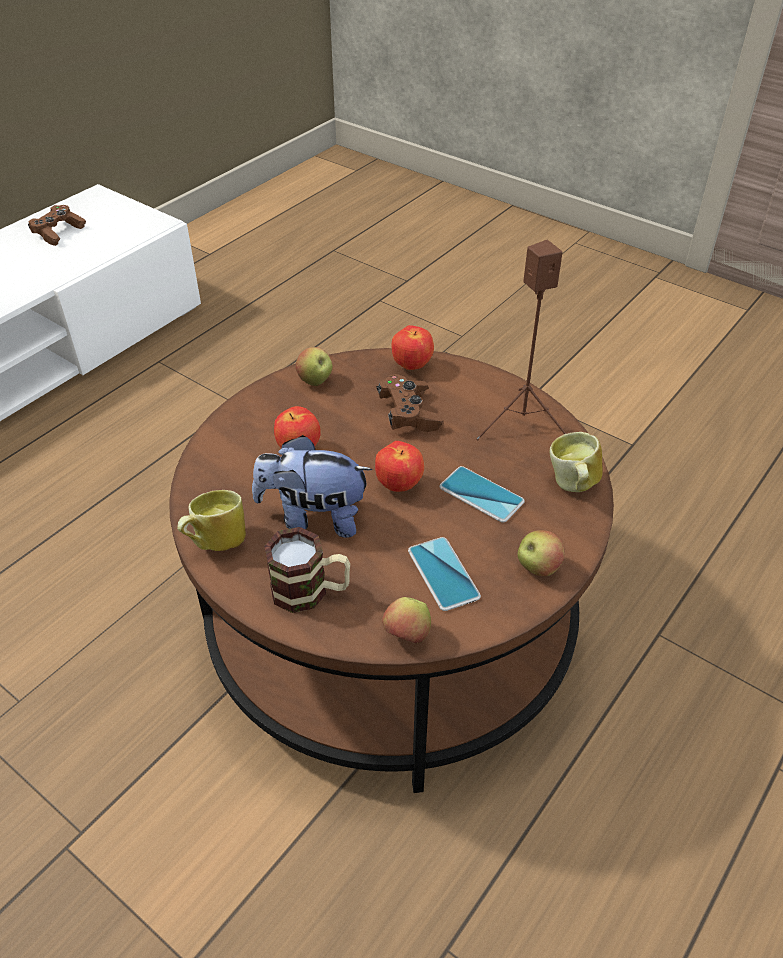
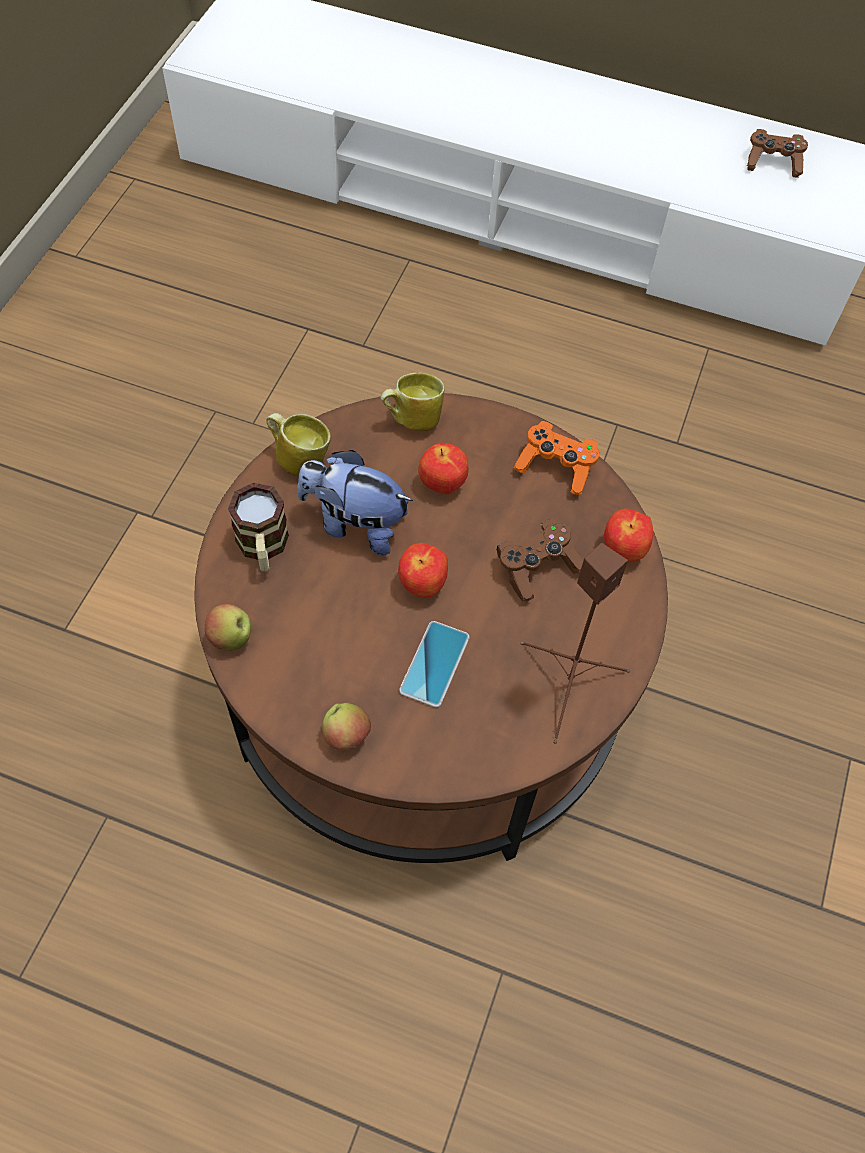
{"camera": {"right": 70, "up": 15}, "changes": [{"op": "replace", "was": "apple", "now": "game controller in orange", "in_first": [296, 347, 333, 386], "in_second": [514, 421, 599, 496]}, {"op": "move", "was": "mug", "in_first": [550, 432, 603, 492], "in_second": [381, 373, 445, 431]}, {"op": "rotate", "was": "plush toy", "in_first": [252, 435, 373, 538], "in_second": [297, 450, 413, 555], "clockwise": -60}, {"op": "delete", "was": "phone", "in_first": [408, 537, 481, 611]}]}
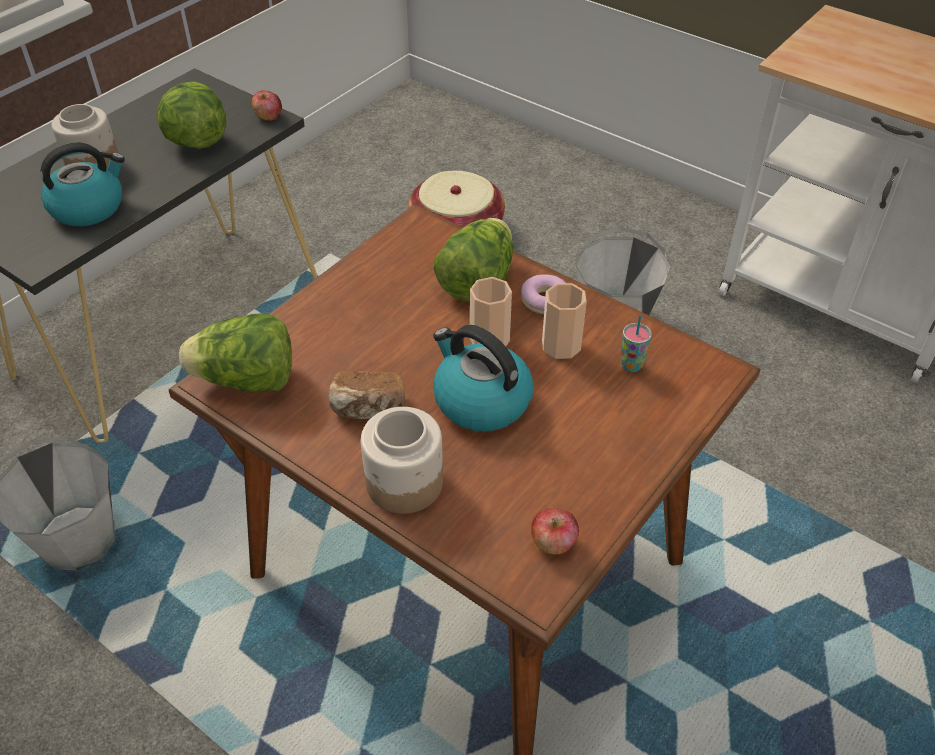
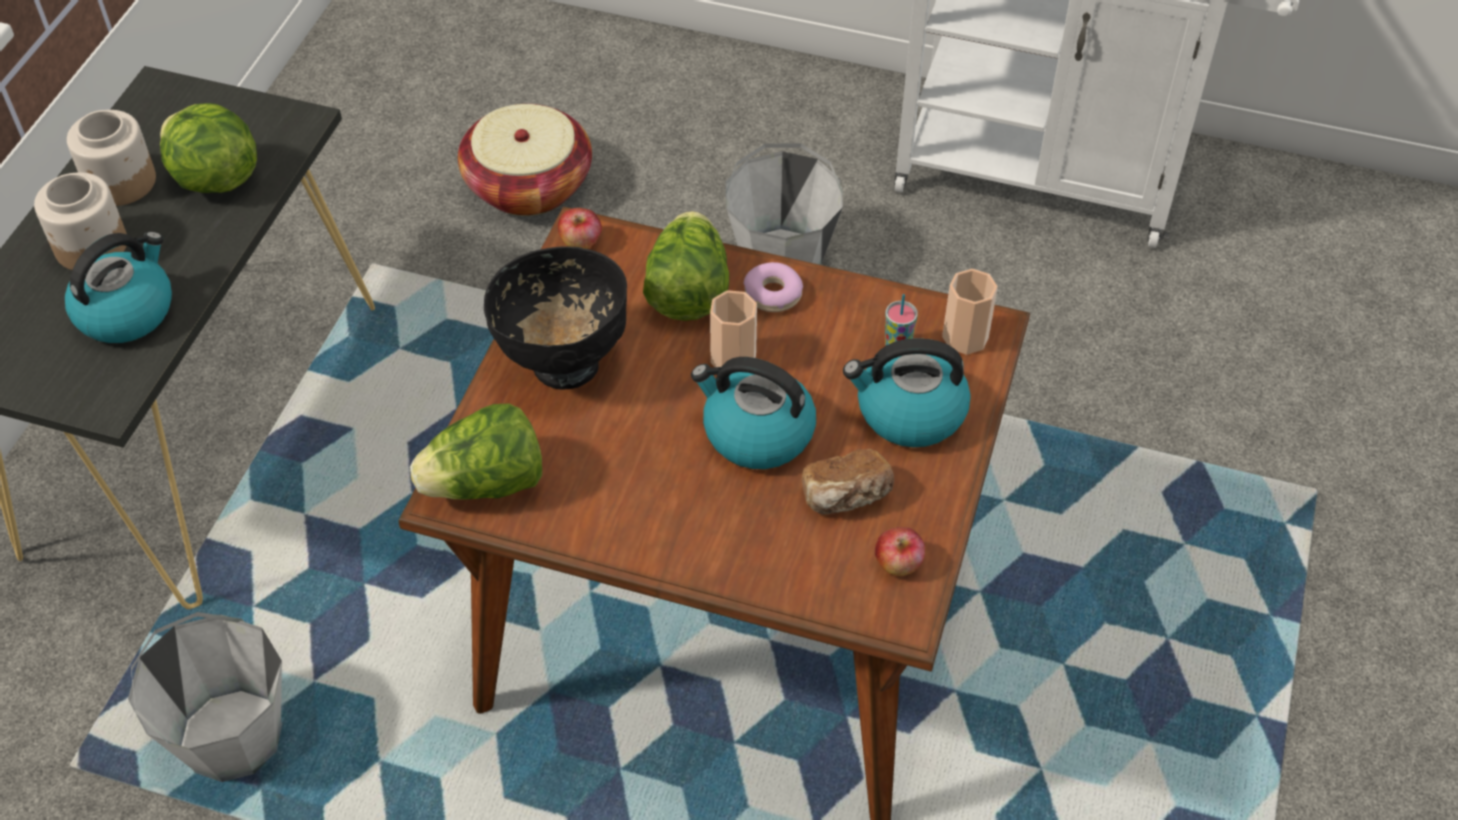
{"camera": {"right": -20, "up": 5}, "changes": [{"op": "move", "was": "apple", "in_first": [252, 90, 282, 121], "in_second": [558, 208, 602, 249]}, {"op": "move", "was": "cup", "in_first": [542, 283, 587, 359], "in_second": [942, 269, 998, 355]}, {"op": "move", "was": "bread", "in_first": [328, 371, 406, 419], "in_second": [802, 449, 894, 514]}, {"op": "move", "was": "jar", "in_first": [361, 407, 443, 514], "in_second": [67, 110, 156, 206]}, {"op": "insert", "now": "bowl in black", "in_second": [484, 246, 627, 389]}, {"op": "insert", "now": "kettle", "in_second": [843, 338, 971, 447]}]}
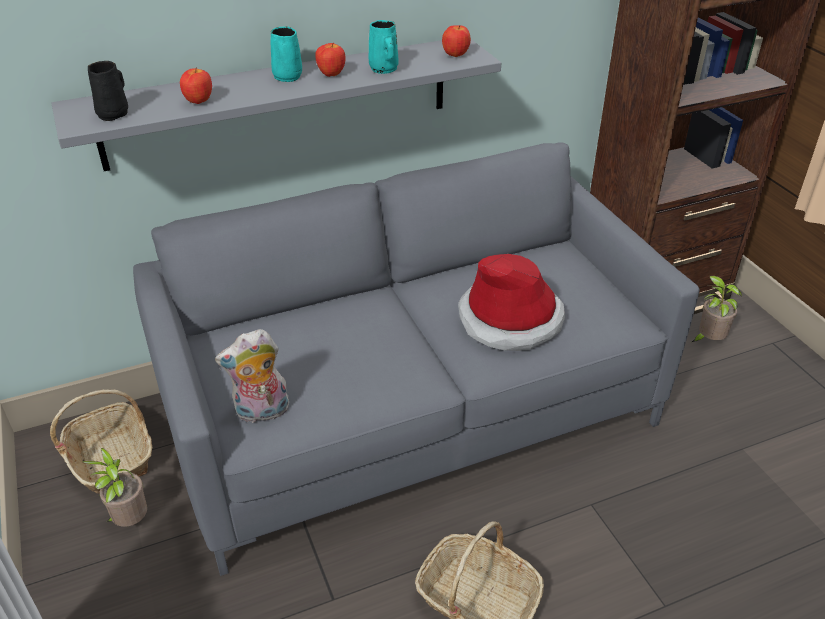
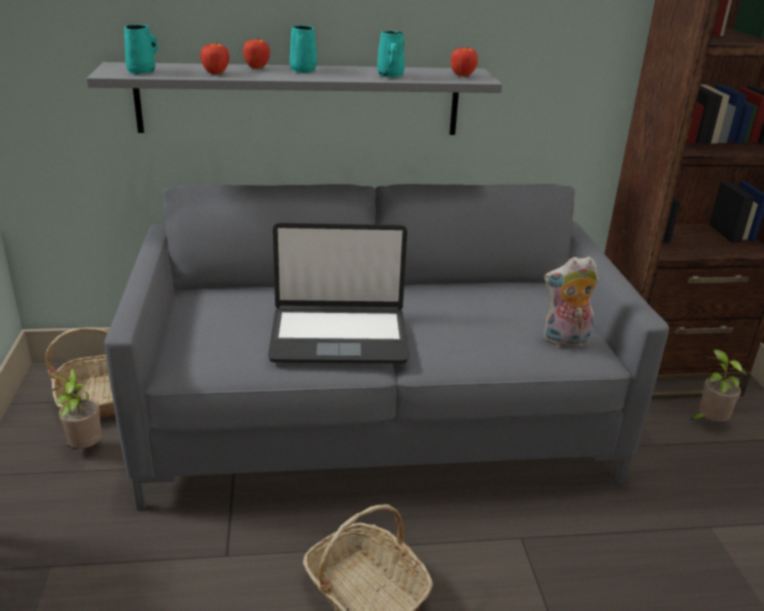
{"camera": {"right": 15, "up": -10}, "changes": [{"op": "move", "was": "apple", "in_first": [315, 43, 346, 77], "in_second": [243, 38, 270, 69]}, {"op": "recolor", "was": "mug in black", "now": "mug in turquoise", "in_first": [88, 61, 128, 121], "in_second": [124, 24, 158, 74]}, {"op": "delete", "was": "hat", "in_first": [458, 254, 565, 351]}, {"op": "move", "was": "plush toy", "in_first": [215, 329, 290, 423], "in_second": [543, 256, 599, 348]}, {"op": "insert", "now": "laptop", "in_second": [268, 223, 409, 364]}]}
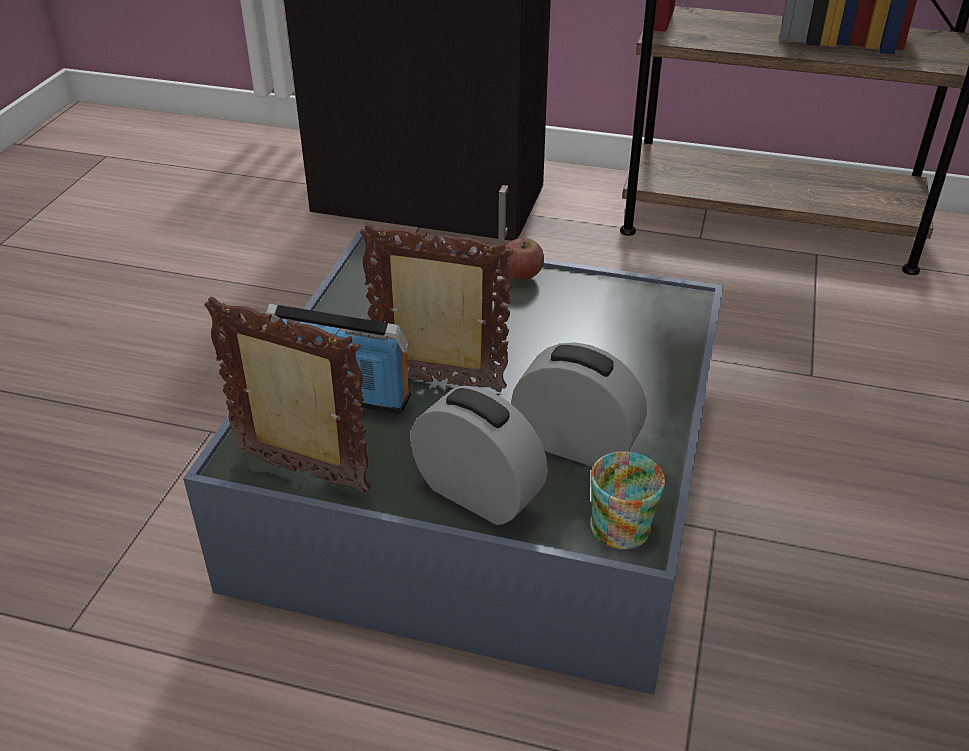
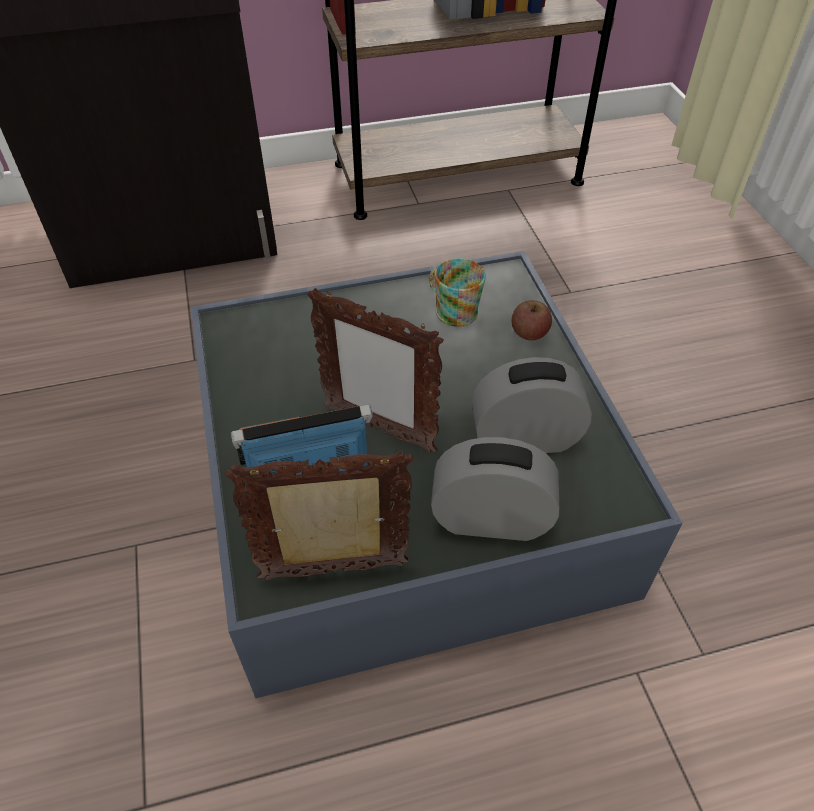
{"camera": {"right": -30, "up": 10}, "changes": [{"op": "rotate", "was": "picture frame", "in_first": [360, 224, 513, 392], "in_second": [307, 288, 444, 453], "clockwise": -135}, {"op": "move", "was": "apple", "in_first": [503, 238, 544, 280], "in_second": [512, 300, 552, 340]}, {"op": "move", "was": "mug", "in_first": [590, 451, 665, 549], "in_second": [429, 258, 486, 327]}]}
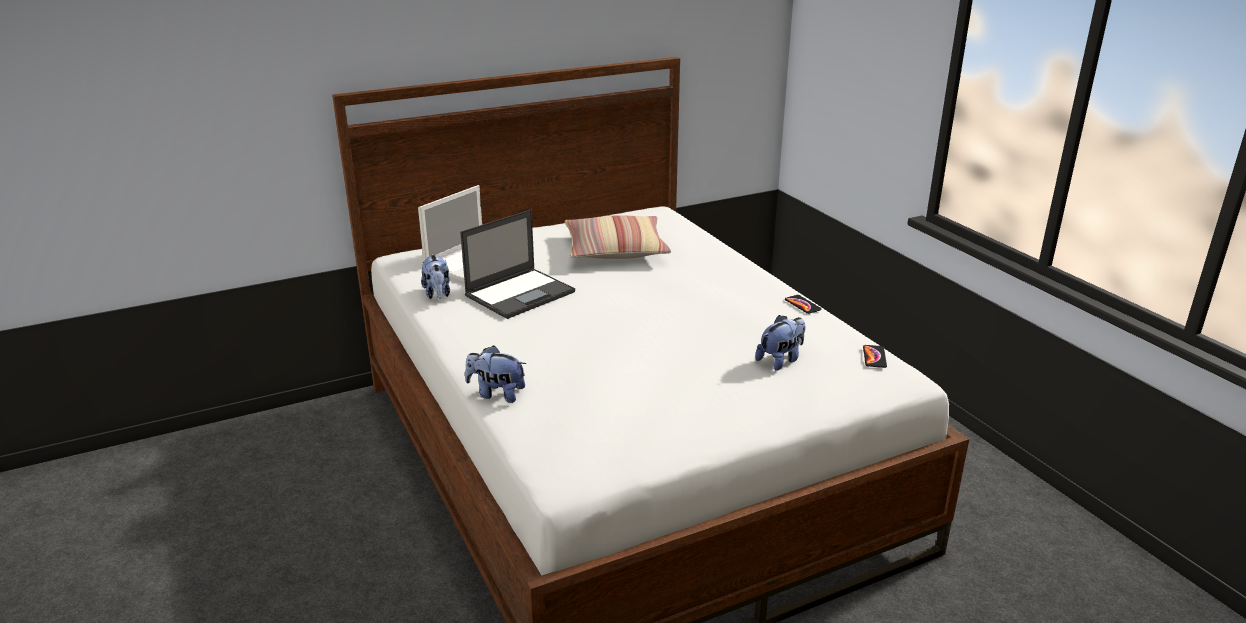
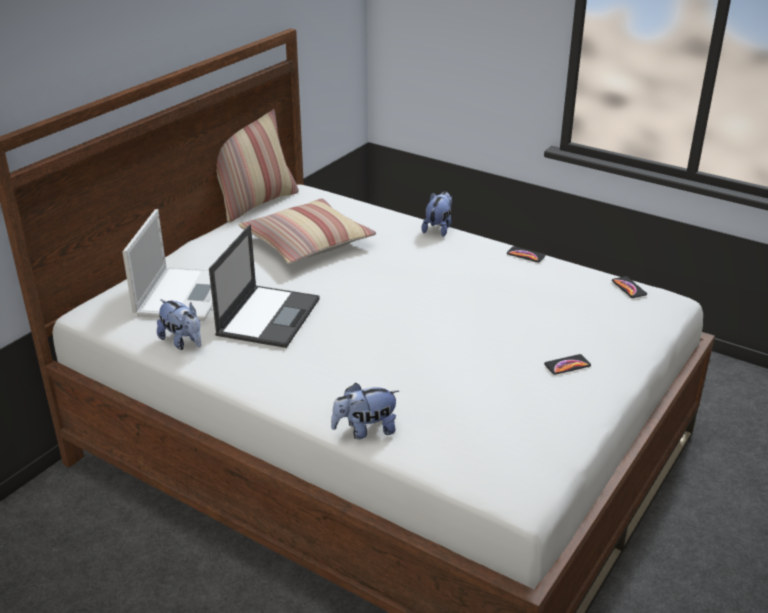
{"camera": {"right": -30, "up": 5}, "changes": [{"op": "move", "was": "plush toy", "in_first": [755, 315, 806, 371], "in_second": [422, 191, 452, 237]}, {"op": "insert", "now": "pillow", "in_second": [217, 109, 299, 223]}, {"op": "insert", "now": "phone", "in_second": [544, 354, 591, 375]}]}
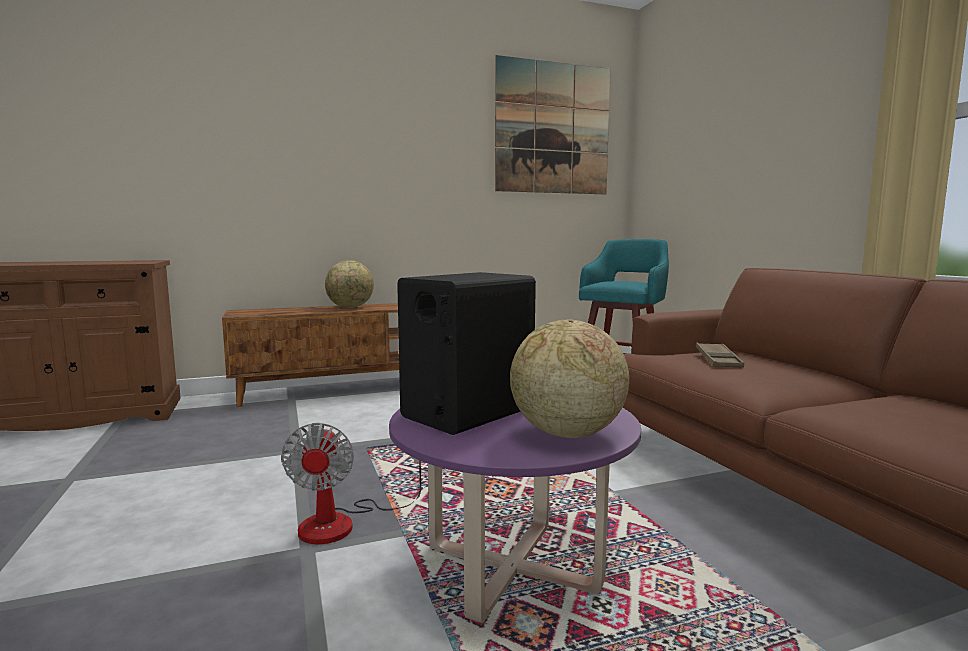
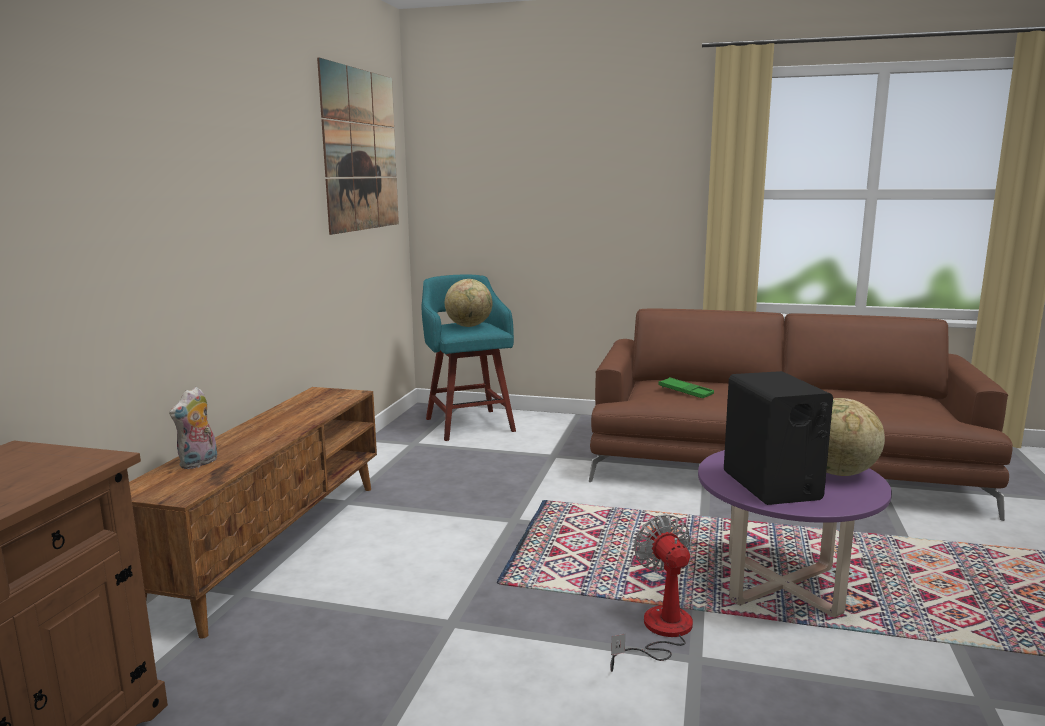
{"camera": {"right": -55, "up": 5}, "changes": [{"op": "move", "was": "globe", "in_first": [325, 260, 374, 308], "in_second": [445, 279, 493, 327]}, {"op": "recolor", "was": "tray in brown", "now": "tray in green", "in_first": [696, 343, 744, 367], "in_second": [658, 377, 714, 398]}, {"op": "rotate", "was": "fan", "in_first": [281, 423, 425, 544], "in_second": [610, 514, 693, 672], "clockwise": -135}, {"op": "insert", "now": "plush toy", "in_second": [169, 387, 217, 469]}]}
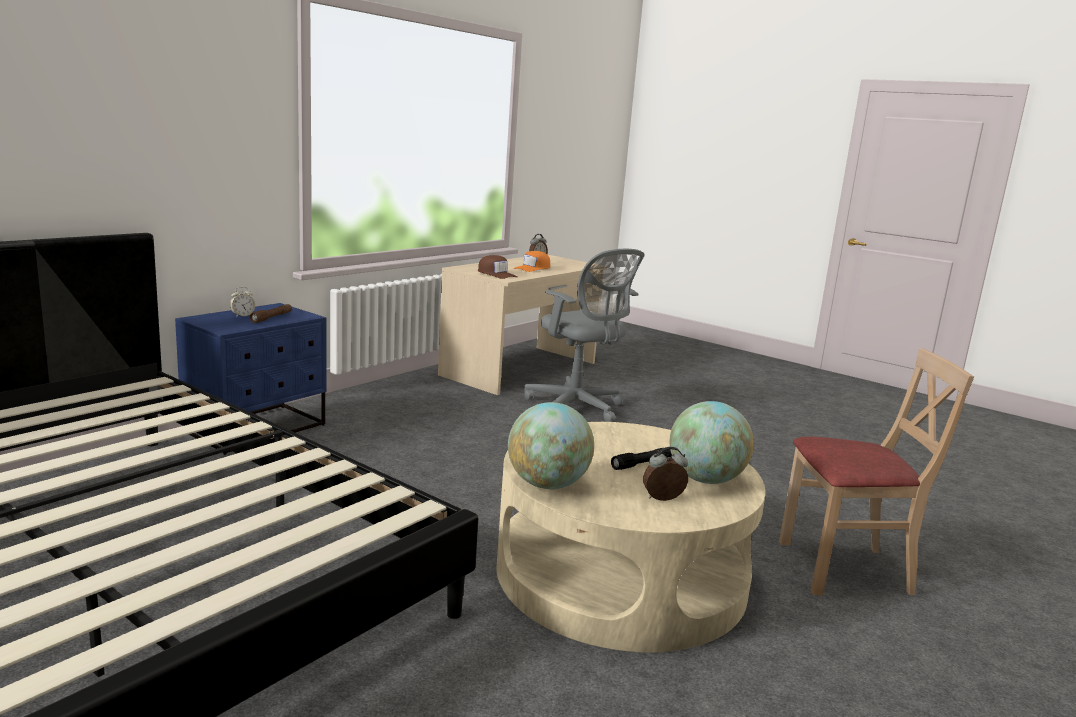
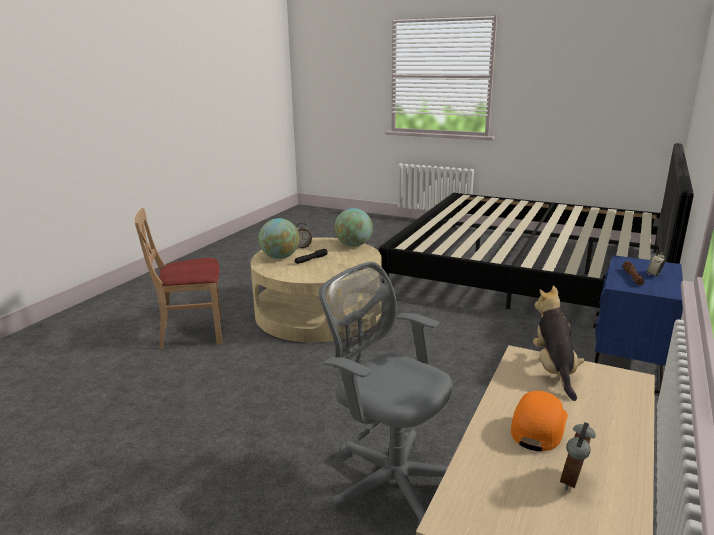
{"camera": {"right": 170, "up": 5}, "changes": [{"op": "replace", "was": "cap in brown", "now": "plush toy", "in_first": [478, 255, 517, 279], "in_second": [533, 286, 585, 401]}]}
